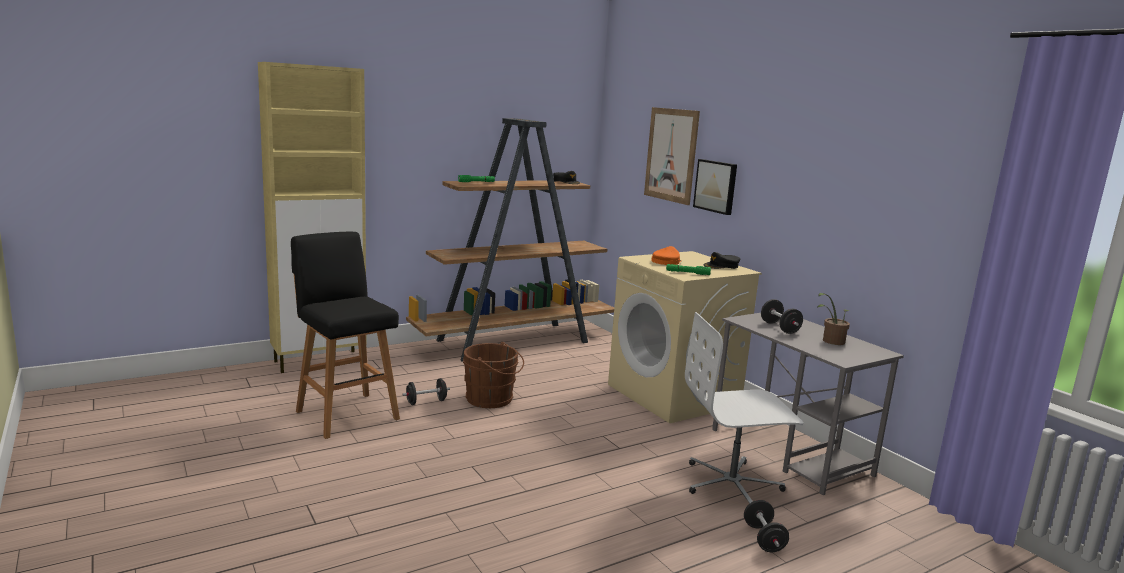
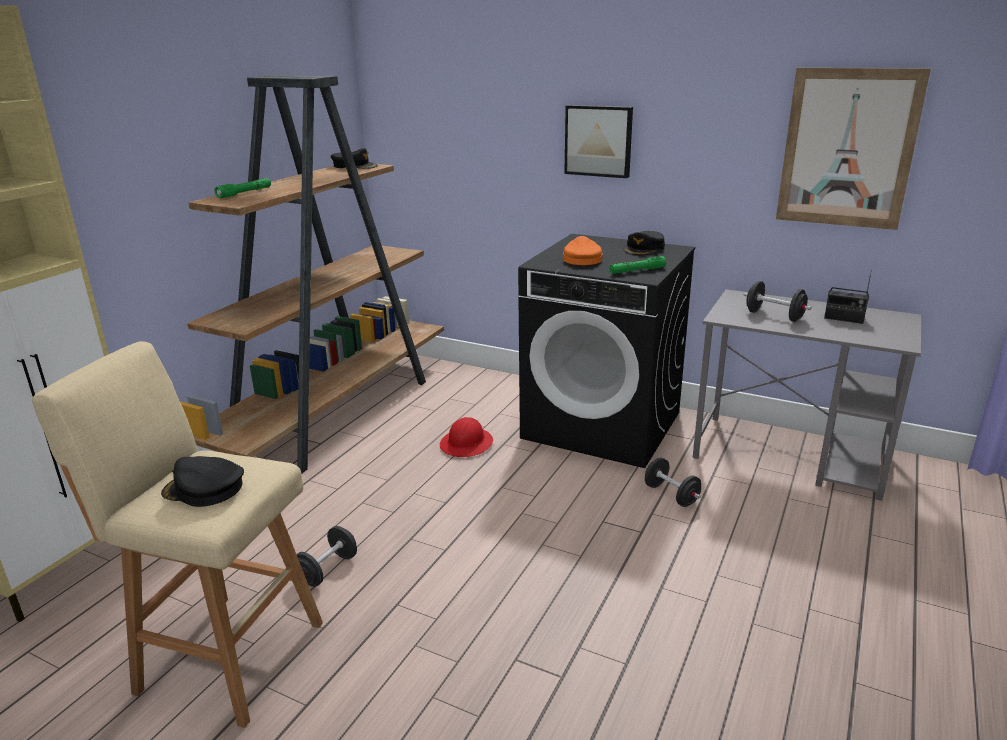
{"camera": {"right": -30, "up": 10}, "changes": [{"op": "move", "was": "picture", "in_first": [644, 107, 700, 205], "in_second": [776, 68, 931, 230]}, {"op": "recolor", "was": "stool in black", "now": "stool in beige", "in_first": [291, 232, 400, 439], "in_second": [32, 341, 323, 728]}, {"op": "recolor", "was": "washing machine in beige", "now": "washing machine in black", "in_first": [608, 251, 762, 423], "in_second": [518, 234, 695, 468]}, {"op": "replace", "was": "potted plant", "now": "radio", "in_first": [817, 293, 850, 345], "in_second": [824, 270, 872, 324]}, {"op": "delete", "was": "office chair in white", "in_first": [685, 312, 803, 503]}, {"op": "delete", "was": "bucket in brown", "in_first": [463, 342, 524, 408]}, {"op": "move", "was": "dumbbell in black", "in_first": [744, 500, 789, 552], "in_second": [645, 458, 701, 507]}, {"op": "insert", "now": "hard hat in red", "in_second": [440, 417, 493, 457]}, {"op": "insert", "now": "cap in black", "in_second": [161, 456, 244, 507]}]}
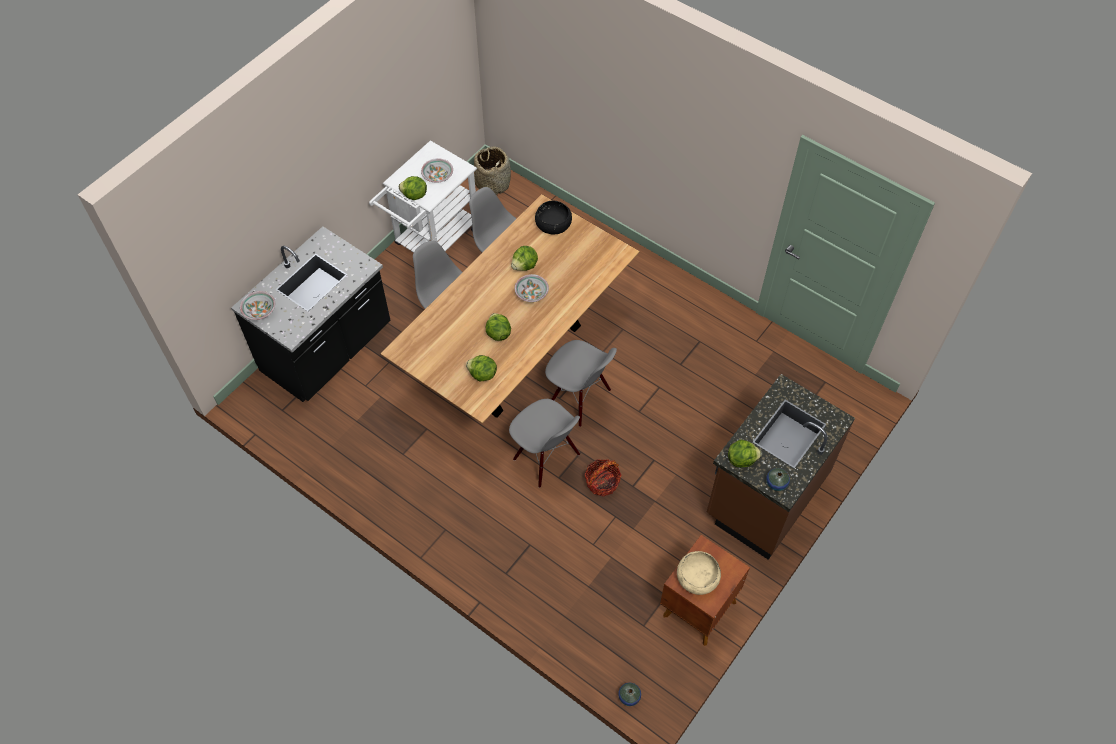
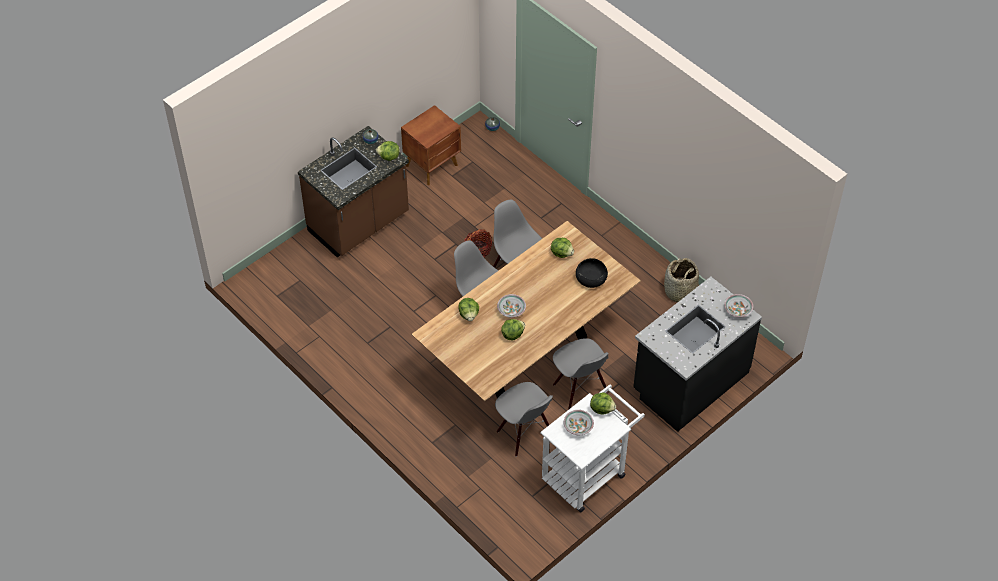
{"camera": {"right": -170, "up": -5}, "changes": [{"op": "move", "was": "basket", "in_first": [474, 146, 511, 195], "in_second": [664, 258, 699, 302]}, {"op": "move", "was": "bowl in black", "in_first": [535, 201, 572, 235], "in_second": [576, 258, 608, 288]}, {"op": "move", "was": "lettuce", "in_first": [486, 313, 511, 341], "in_second": [458, 298, 479, 321]}, {"op": "delete", "was": "bowl in beige", "in_first": [677, 551, 721, 595]}]}
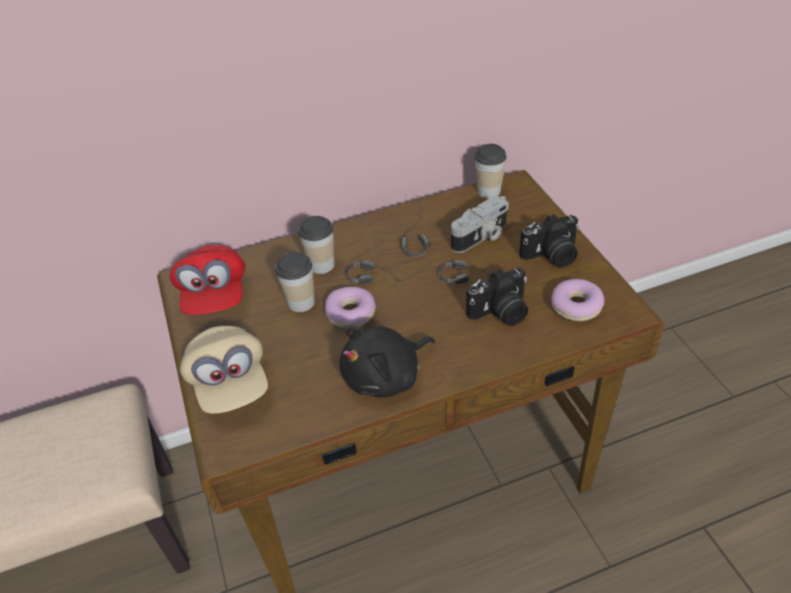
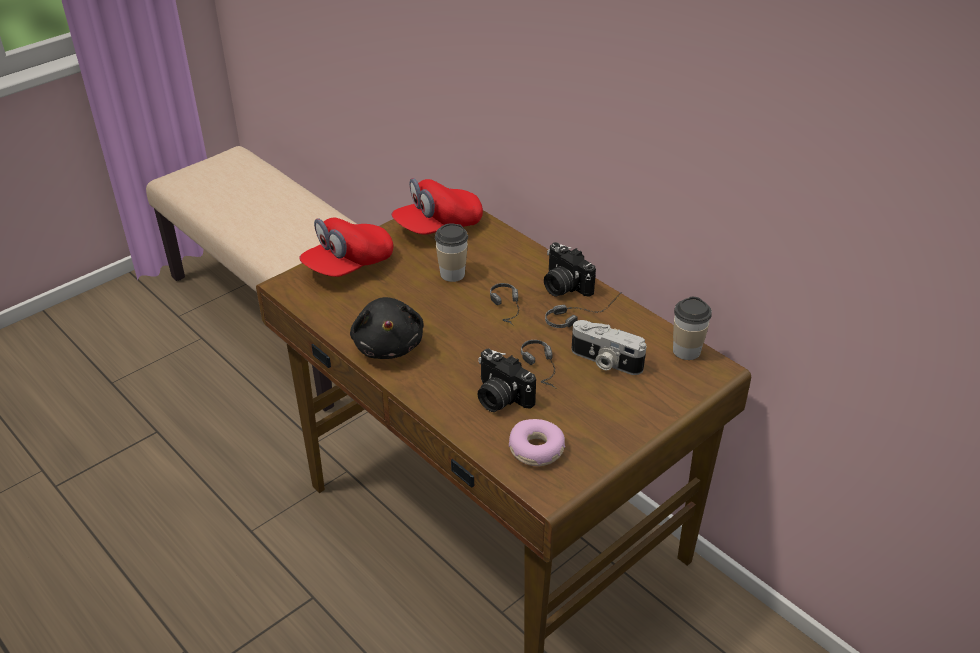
{"camera": {"right": 65, "up": -5}, "changes": [{"op": "move", "was": "photo camera", "in_first": [519, 214, 579, 268], "in_second": [544, 242, 596, 297]}, {"op": "delete", "was": "cup", "in_first": [298, 216, 335, 274]}, {"op": "delete", "was": "donut", "in_first": [325, 287, 376, 328]}, {"op": "recolor", "was": "cap in beige", "now": "cap in red", "in_first": [180, 326, 268, 414], "in_second": [299, 218, 393, 277]}, {"op": "rotate", "was": "plush toy in black", "in_first": [339, 326, 435, 398], "in_second": [350, 297, 424, 359], "clockwise": -135}]}
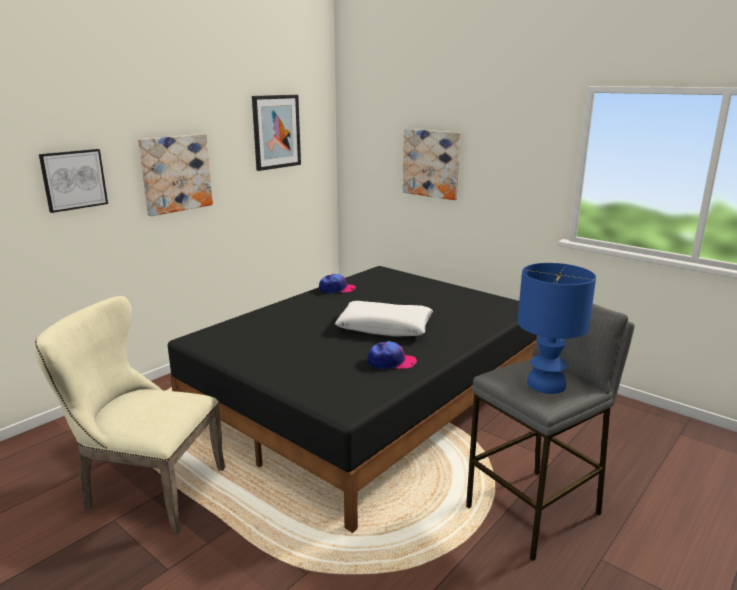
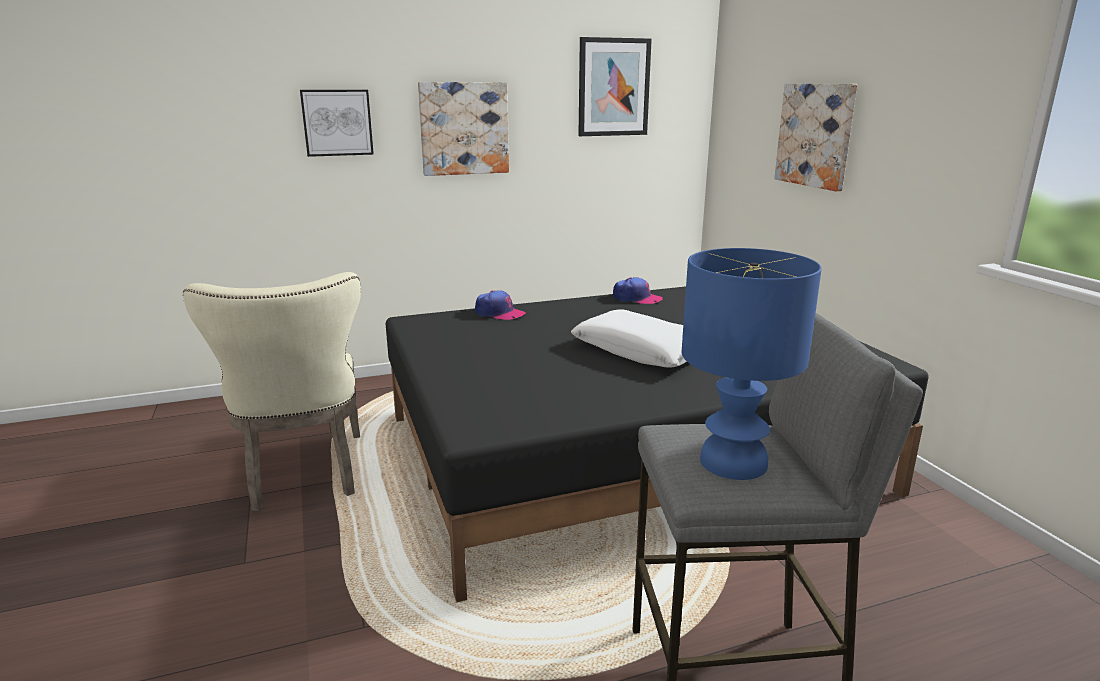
{"camera": {"right": 30, "up": 0}, "changes": [{"op": "rotate", "was": "chair in beige", "in_first": [34, 296, 225, 534], "in_second": [183, 272, 361, 512], "clockwise": -150}, {"op": "move", "was": "cap", "in_first": [368, 341, 417, 370], "in_second": [475, 290, 526, 320]}]}
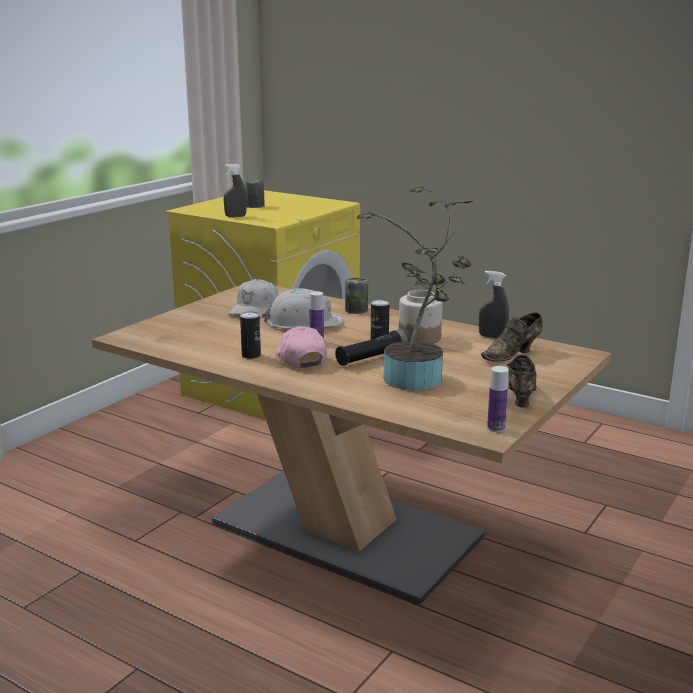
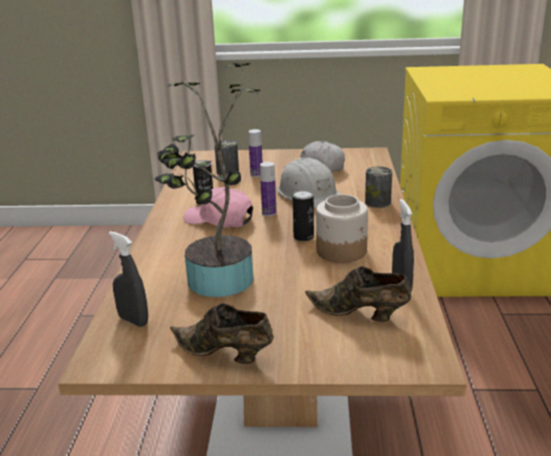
{"camera": {"right": 60, "up": 5}, "changes": [{"op": "move", "was": "spray bottle in grey", "in_first": [224, 164, 247, 217], "in_second": [108, 231, 148, 327]}, {"op": "move", "was": "can", "in_first": [245, 180, 265, 208], "in_second": [214, 140, 239, 176]}, {"op": "rotate", "was": "cap in pink", "in_first": [275, 326, 327, 368], "in_second": [184, 187, 253, 227], "clockwise": -105}, {"op": "delete", "was": "flashlight in black", "in_first": [335, 329, 412, 366]}, {"op": "rotate", "was": "shoe in brown", "in_first": [507, 355, 537, 407], "in_second": [170, 303, 274, 364], "clockwise": -135}, {"op": "move", "was": "bottle", "in_first": [487, 366, 509, 432], "in_second": [248, 129, 263, 177]}]}
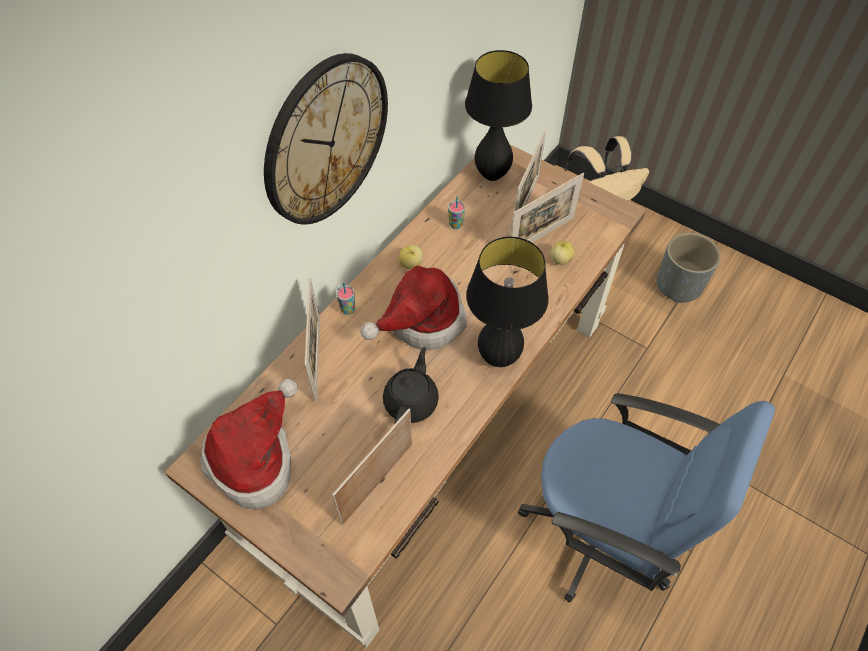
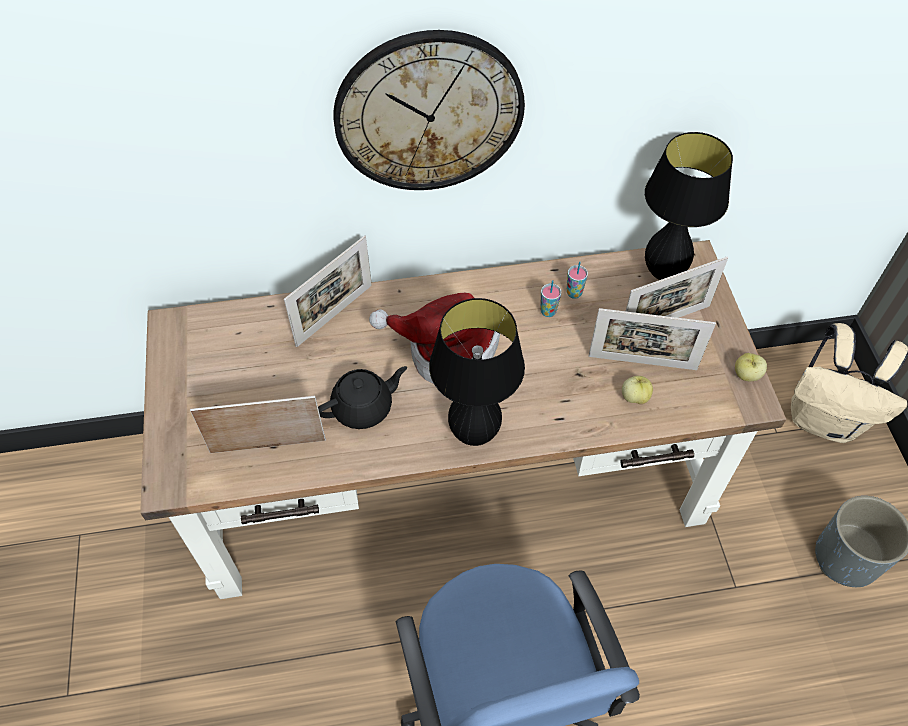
{"camera": {"right": 45, "up": 0}, "changes": [{"op": "move", "was": "apple", "in_first": [399, 245, 423, 269], "in_second": [735, 353, 767, 381]}, {"op": "move", "was": "cup", "in_first": [336, 283, 355, 315], "in_second": [540, 280, 561, 317]}, {"op": "delete", "was": "hat", "in_first": [200, 379, 298, 510]}]}
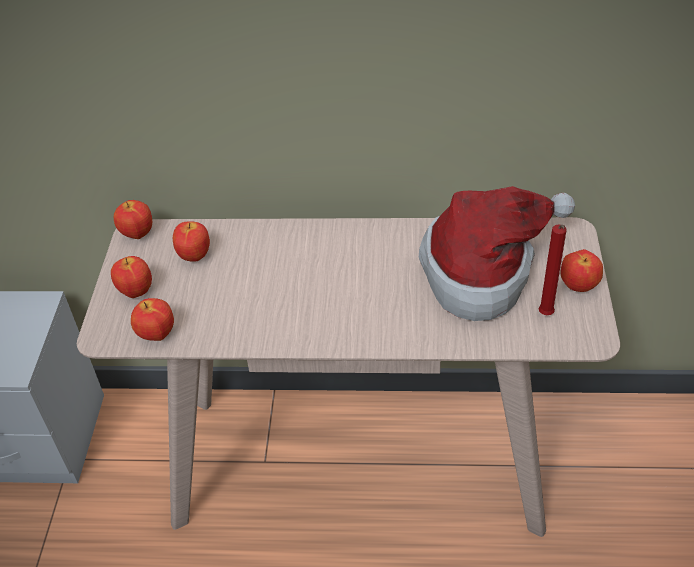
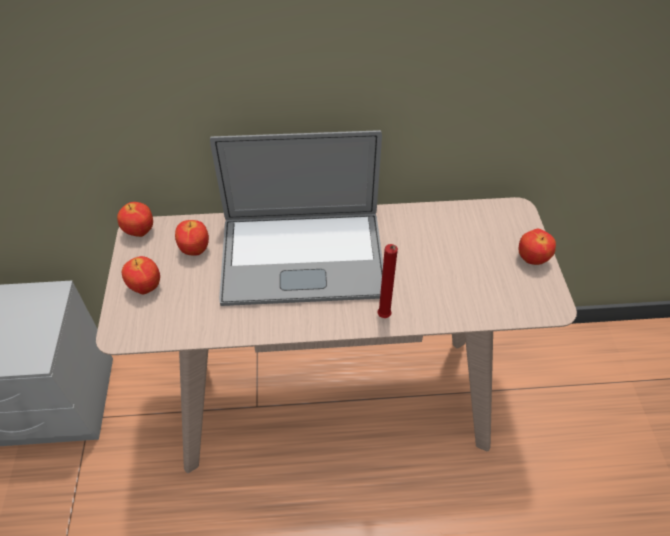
{"camera": {"right": -10, "up": 5}, "changes": [{"op": "delete", "was": "hat", "in_first": [419, 186, 575, 321]}, {"op": "move", "was": "candle in red", "in_first": [539, 225, 567, 315], "in_second": [377, 244, 398, 318]}, {"op": "delete", "was": "apple", "in_first": [131, 298, 174, 341]}, {"op": "insert", "now": "laptop", "in_second": [210, 130, 383, 306]}]}
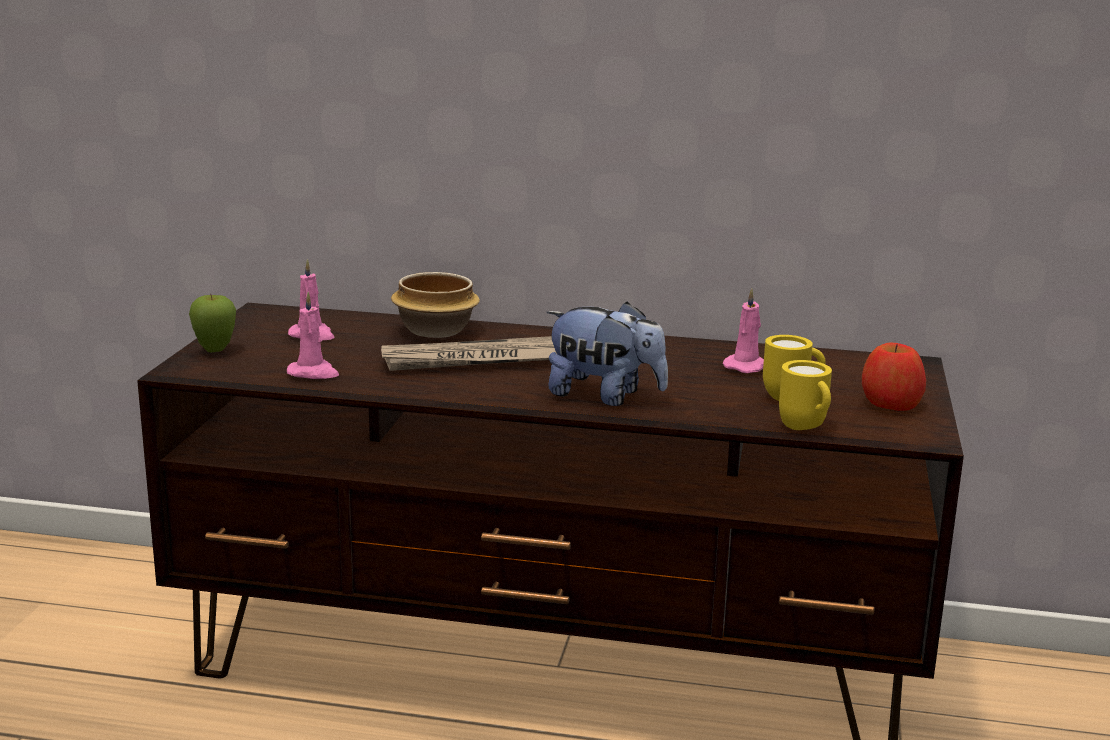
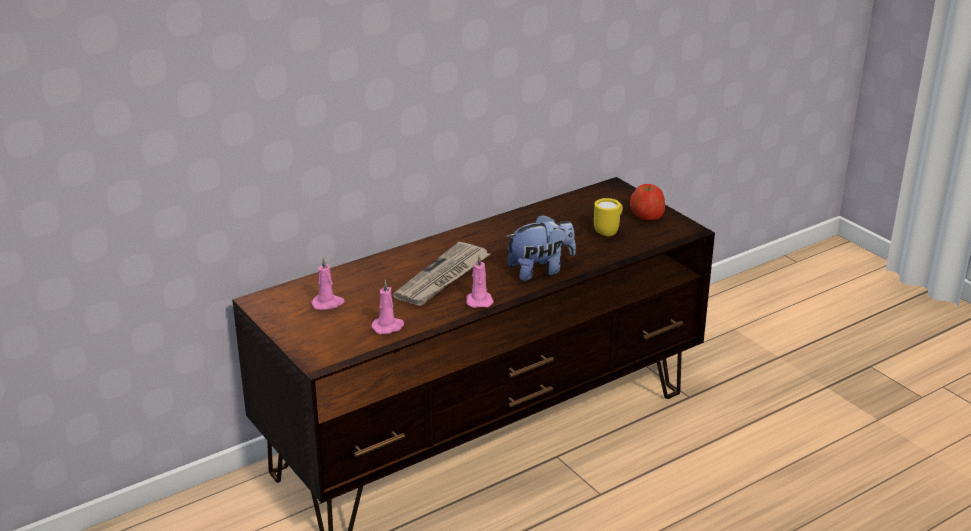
{"camera": {"right": -45, "up": 10}, "changes": [{"op": "delete", "was": "bowl", "in_first": [391, 272, 480, 338]}, {"op": "move", "was": "candle in pink", "in_first": [723, 288, 764, 373], "in_second": [466, 255, 494, 308]}, {"op": "delete", "was": "apple", "in_first": [189, 294, 236, 352]}, {"op": "delete", "was": "mug in yellow", "in_first": [779, 360, 832, 430]}]}
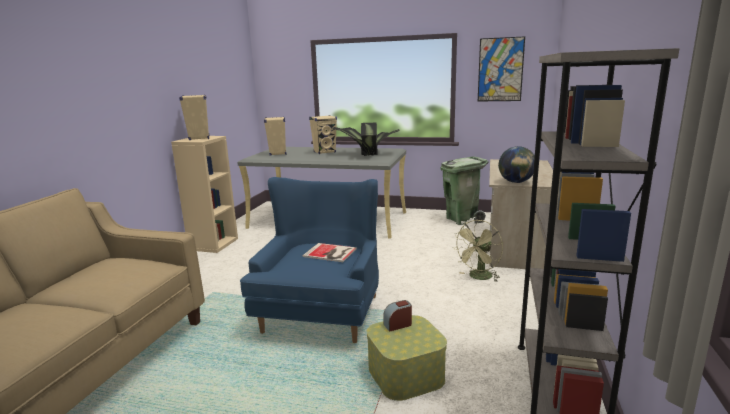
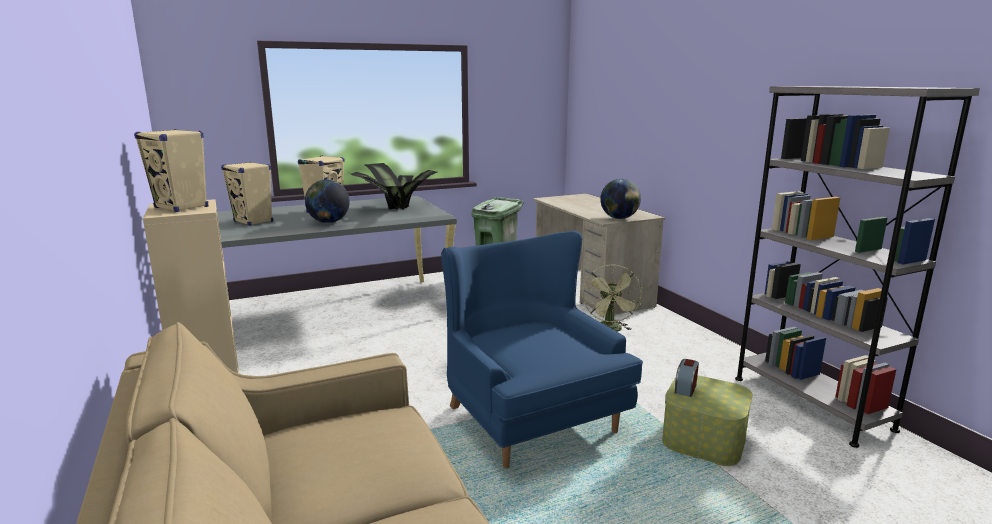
{"camera": {"right": -40, "up": 0}, "changes": [{"op": "delete", "was": "picture", "in_first": [478, 36, 525, 101]}, {"op": "delete", "was": "book", "in_first": [303, 243, 357, 262]}, {"op": "insert", "now": "globe", "in_second": [305, 179, 350, 223]}]}
